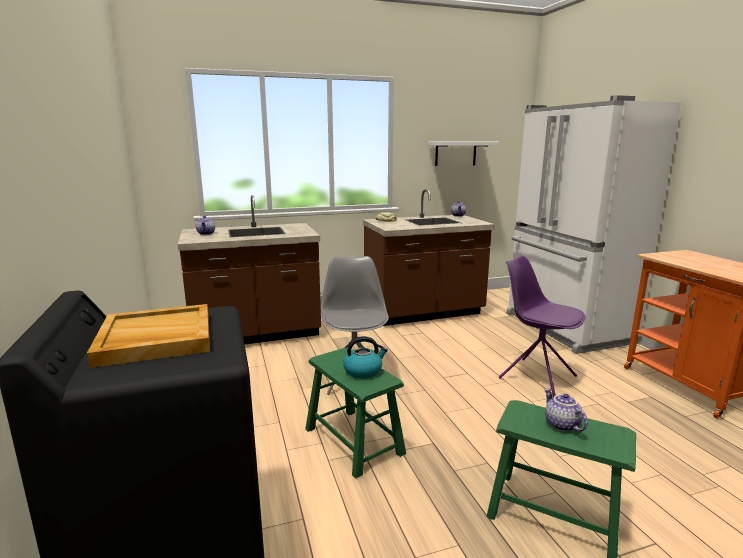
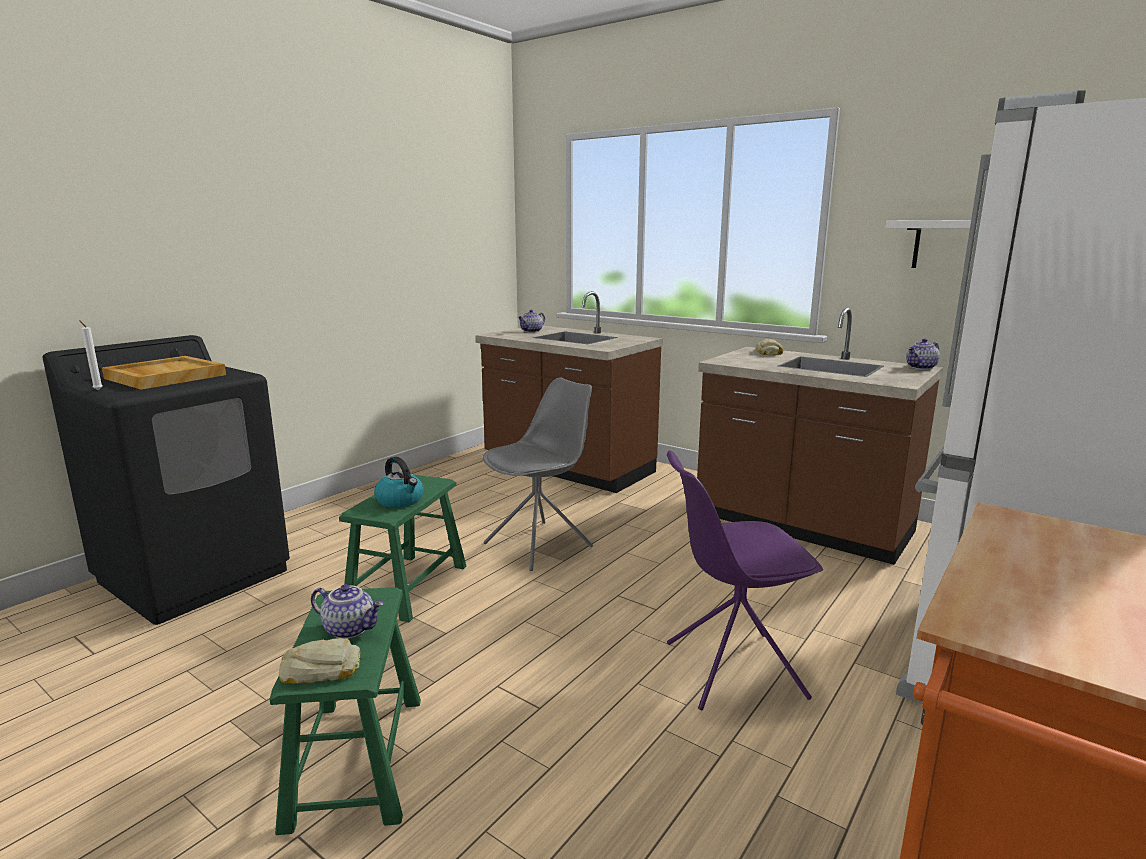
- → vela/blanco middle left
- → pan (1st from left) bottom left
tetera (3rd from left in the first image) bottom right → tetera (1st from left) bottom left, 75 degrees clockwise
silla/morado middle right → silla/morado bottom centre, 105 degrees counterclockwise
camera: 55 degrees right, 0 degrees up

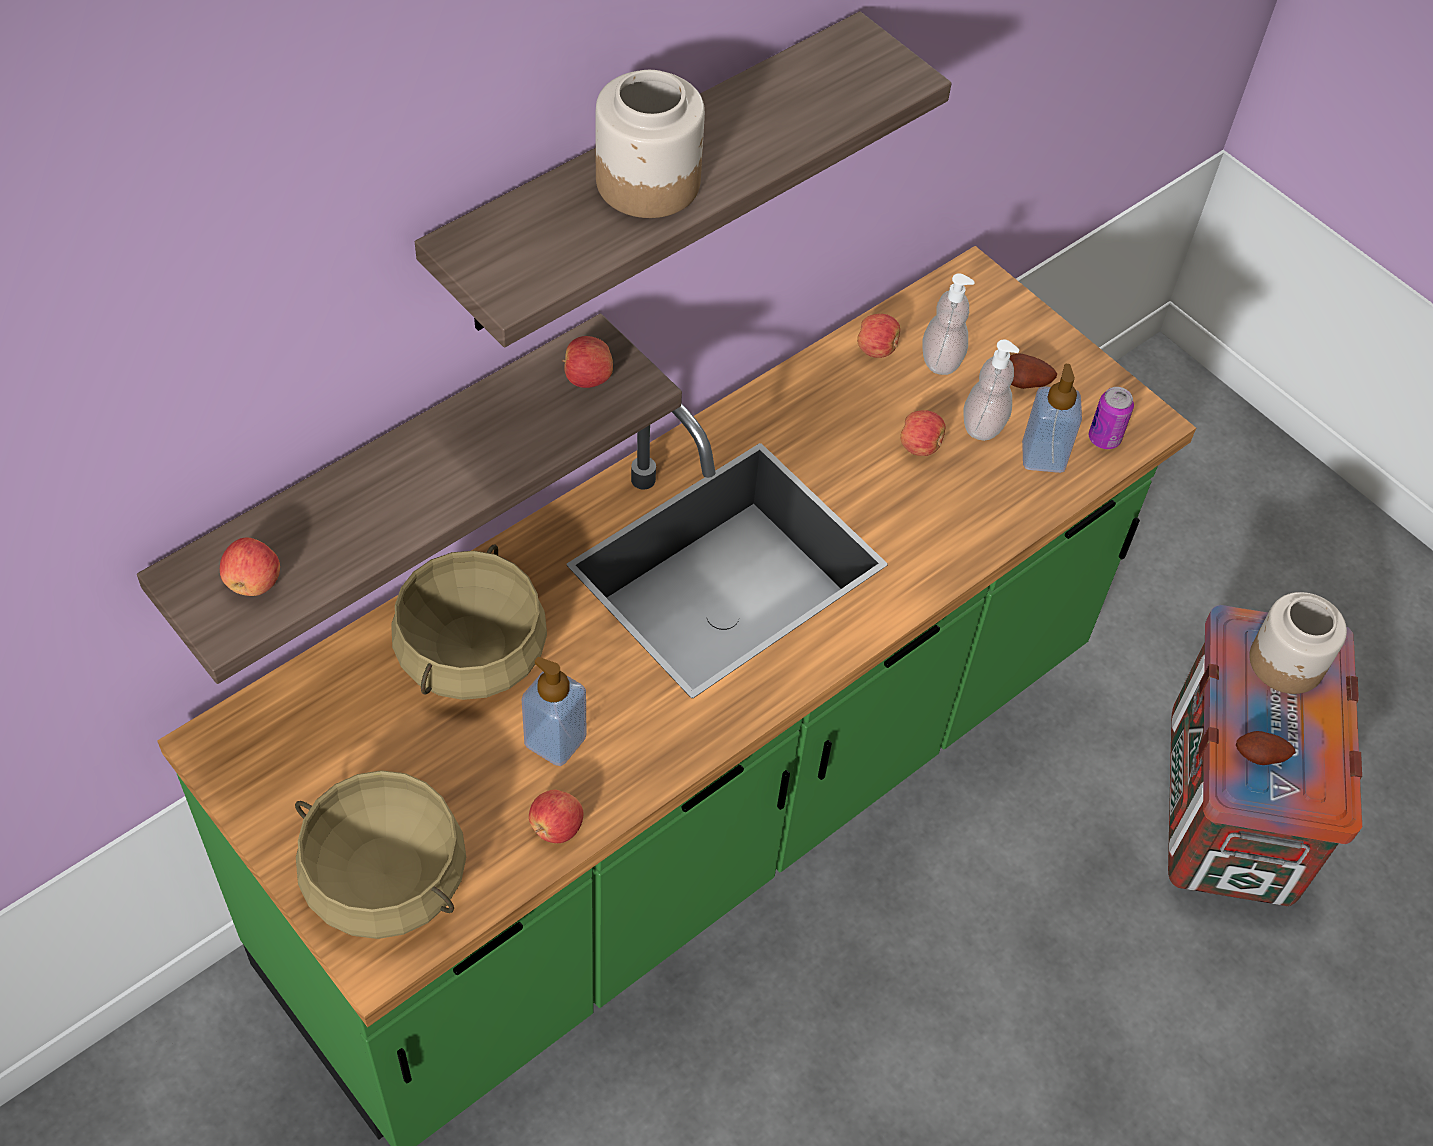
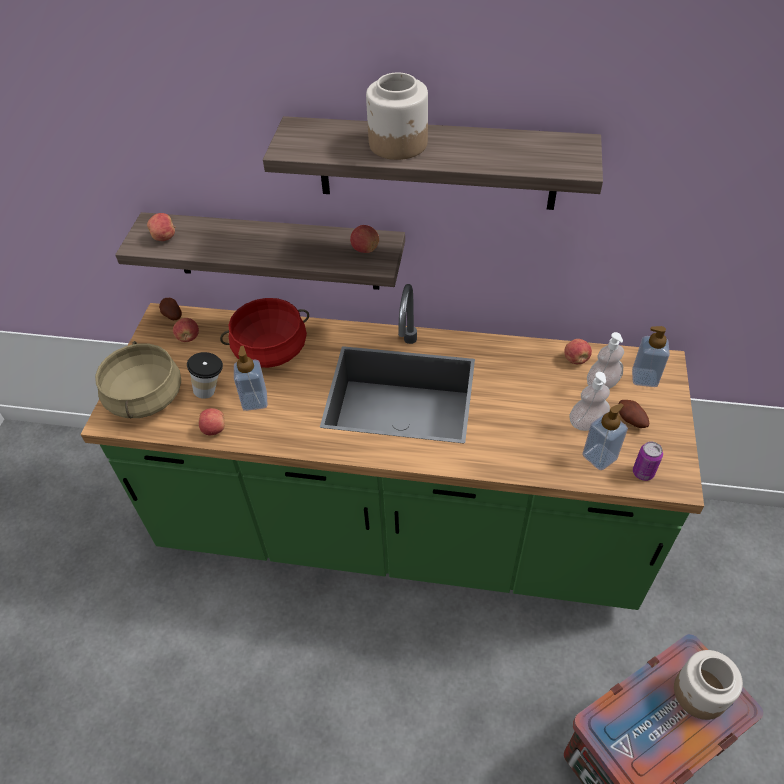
patata (2nd from left in the first image) middle right → patata (1st from left) middle left, moved
manzana (5th from left in the first image) centre → manzana (2nd from left) middle left, moved
- → taza middle left
olla/beis (2nd from left) middle left → olla/rojo centre
- → dispensador de jabón (5th from left) middle right
camera: 55 degrees right, 5 degrees down

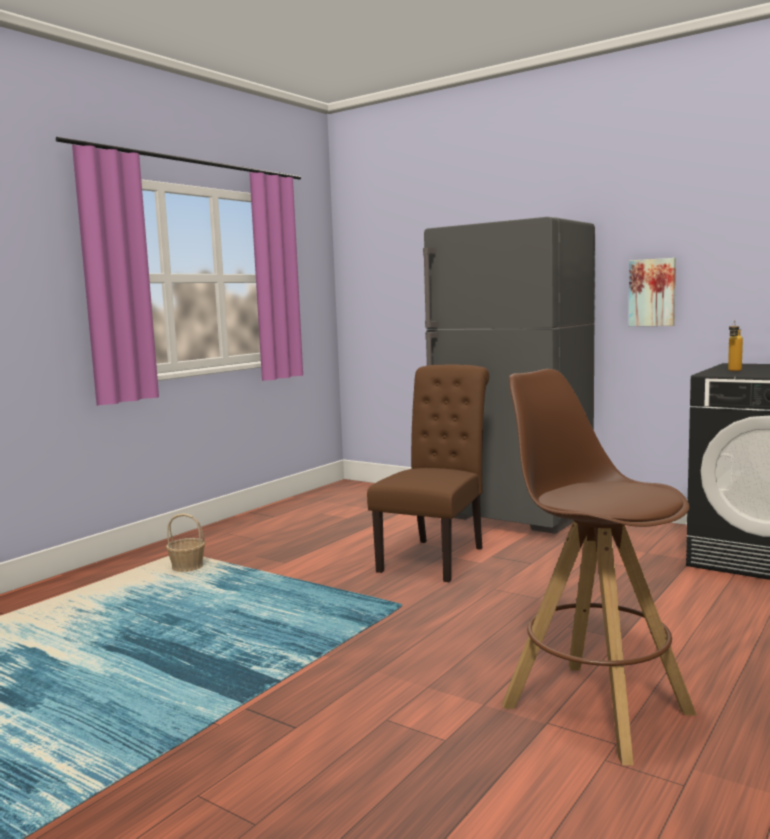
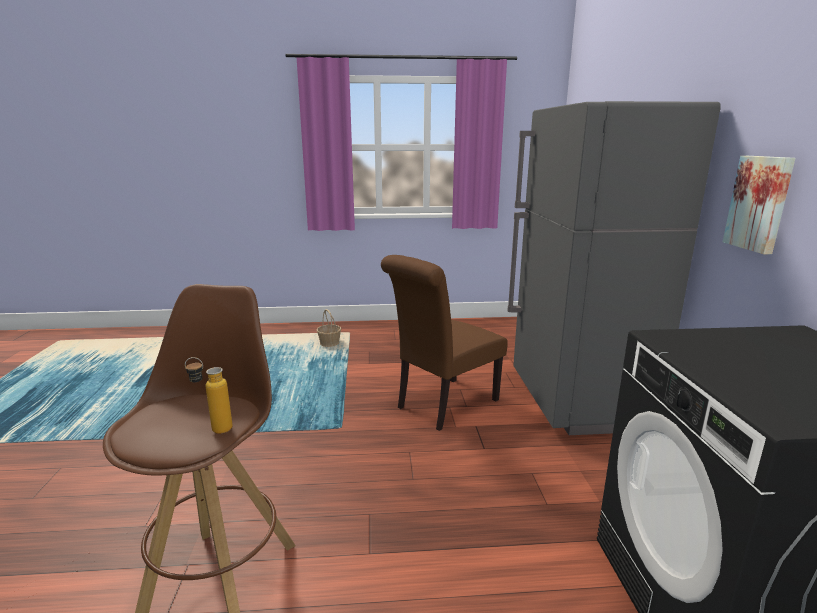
botella middle right → botella middle left, moved
silla/marrón centre, 150 degrees clockwise
camera: 50 degrees right, 10 degrees up

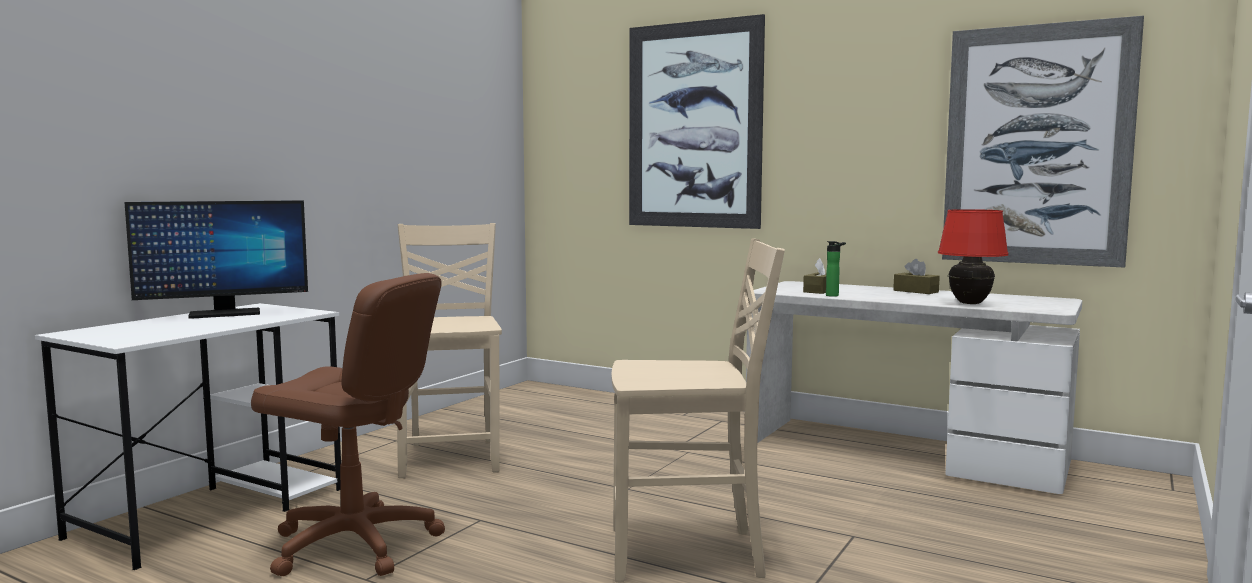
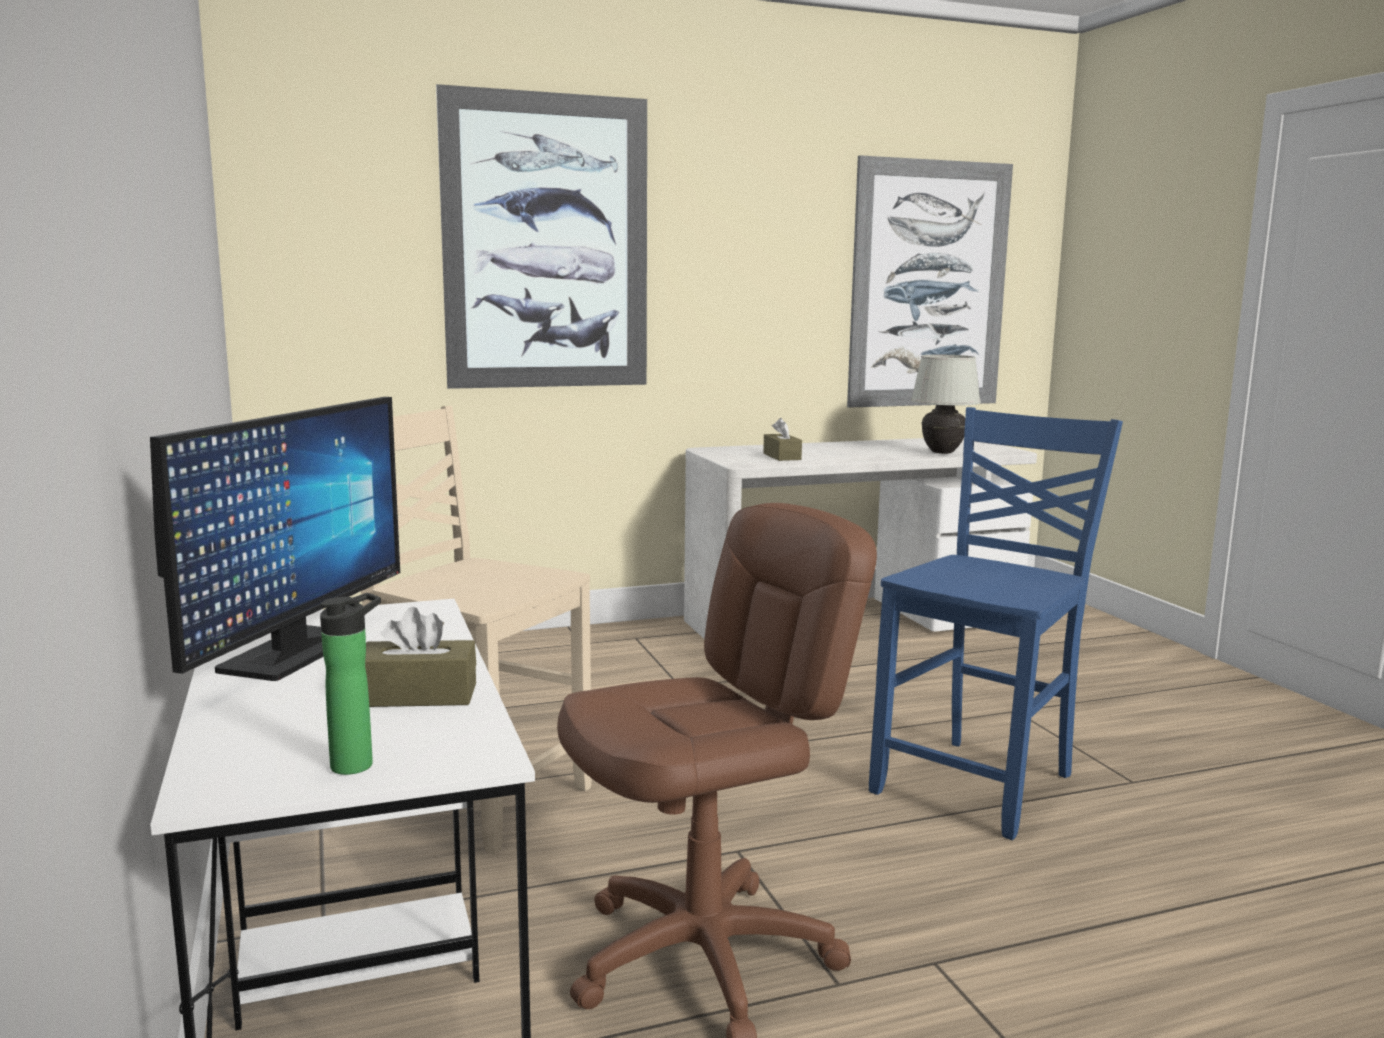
botella middle right → botella middle left, moved
caja de pañuelos/marrón (2nd from left in the first image) middle right → caja de pañuelos/marrón (1st from left) middle left, moved
silla/beis (2nd from left) bottom centre → silla/azul middle right
lámpara de mesa/rojo middle right → lámpara de mesa/blanco middle right
camera: 50 degrees left, 5 degrees up

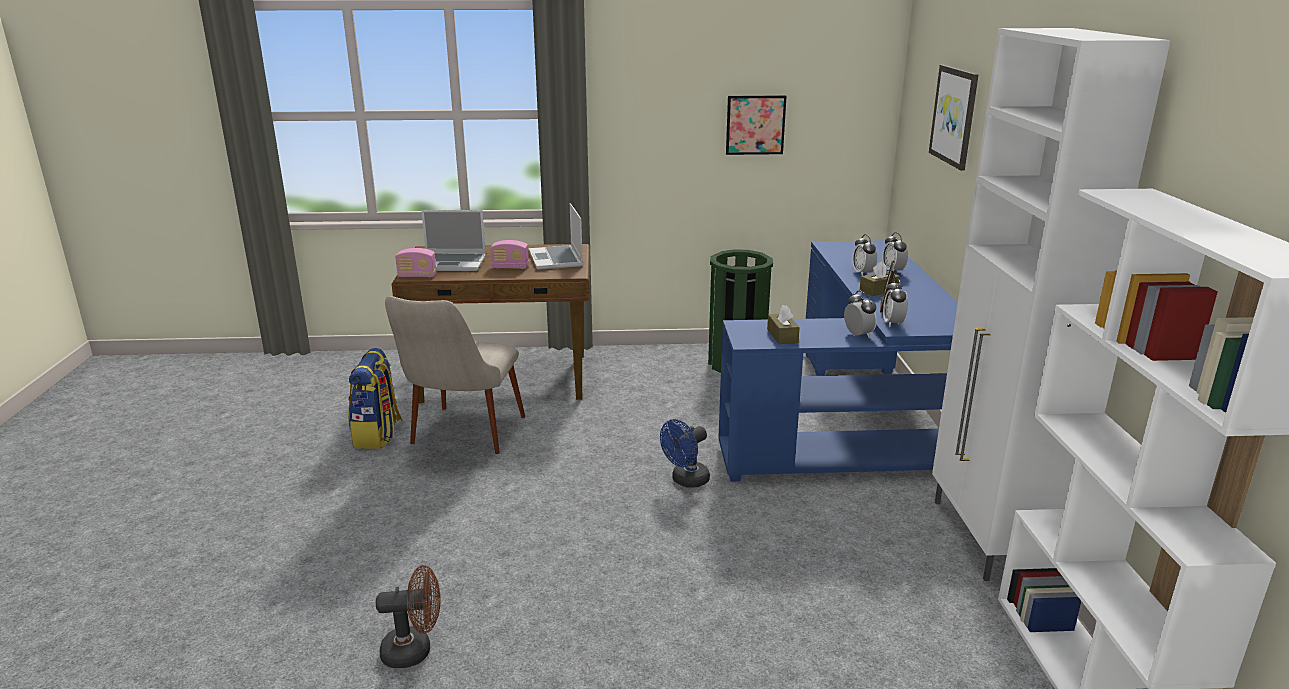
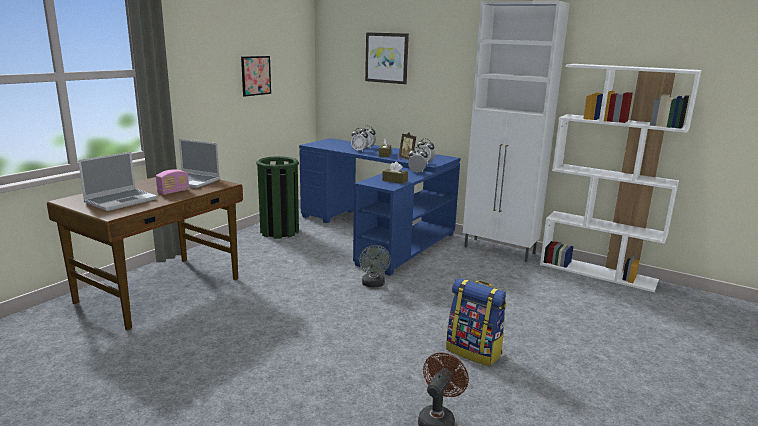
ventilador/azul centre → ventilador/gris centre
mochila middle left → mochila bottom centre, moved
silla/beis centre → -
radio (1st from left) middle left → -
camera: 55 degrees left, 5 degrees down

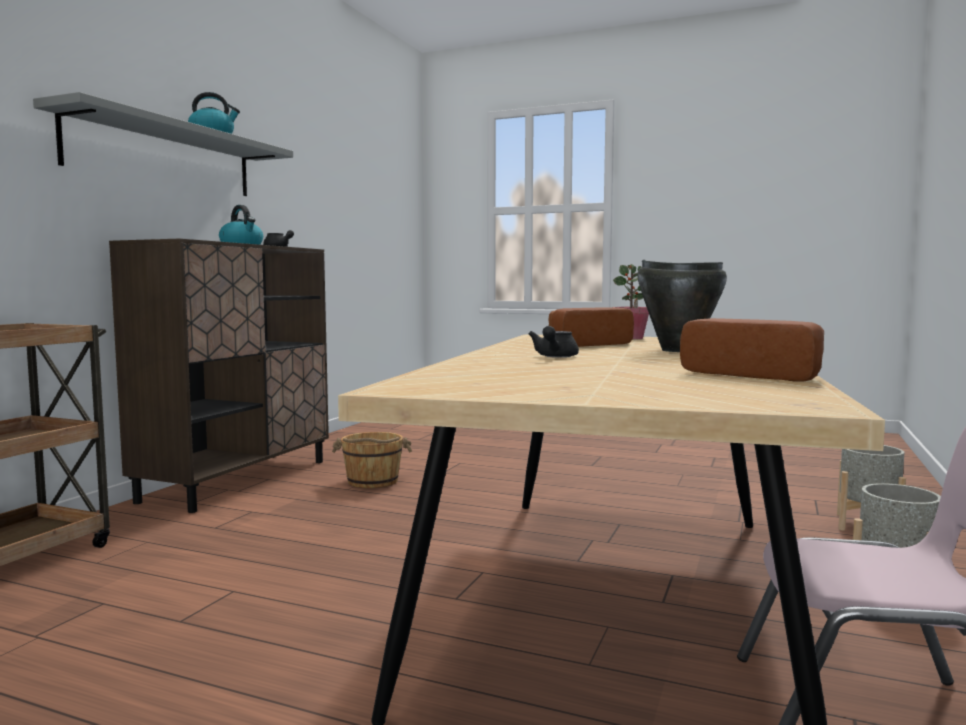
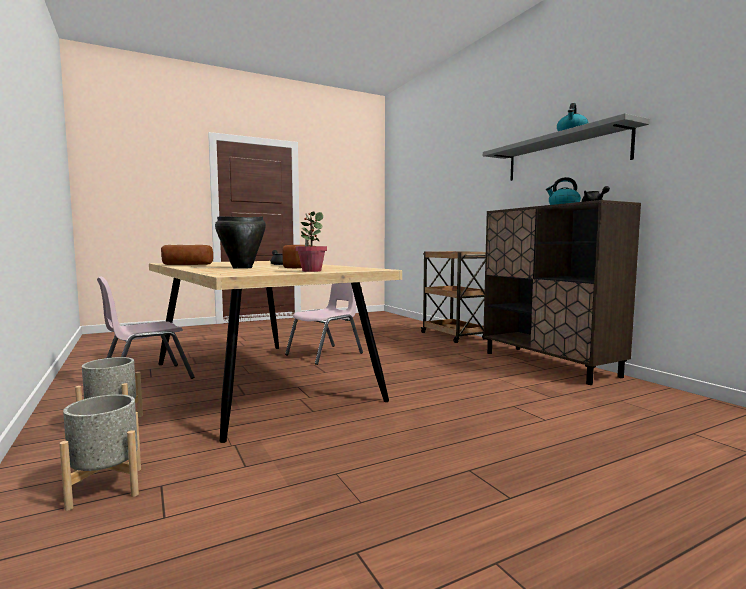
- → silla/rosa (2nd from left) centre
cubo/marrón centre → -
camera: 130 degrees right, 0 degrees up

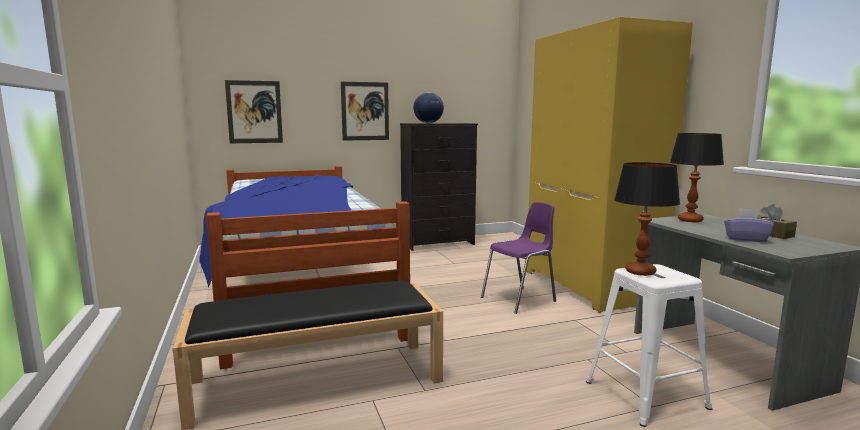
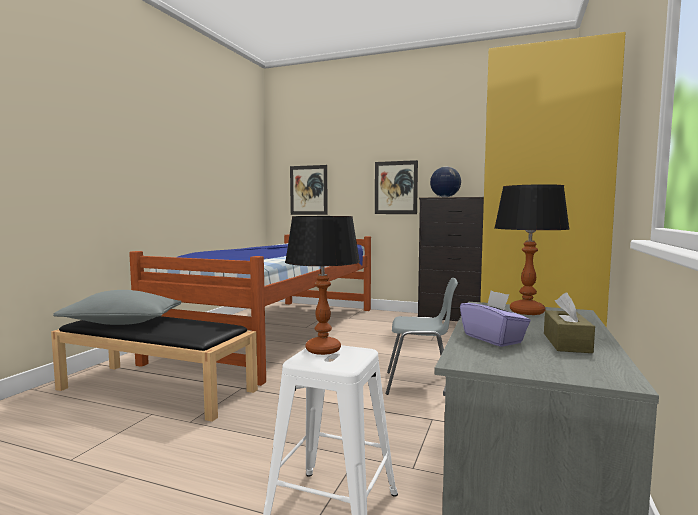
- → cojín/gris middle left
silla/morado centre → silla/gris centre
camera: 40 degrees right, 5 degrees down

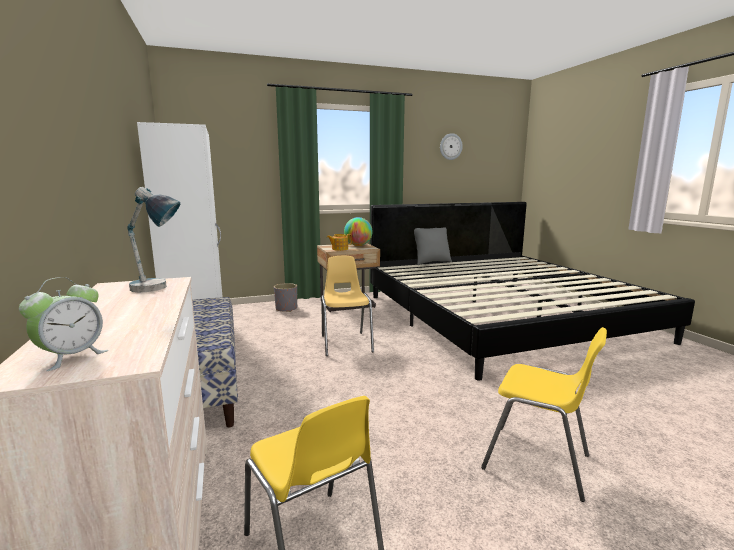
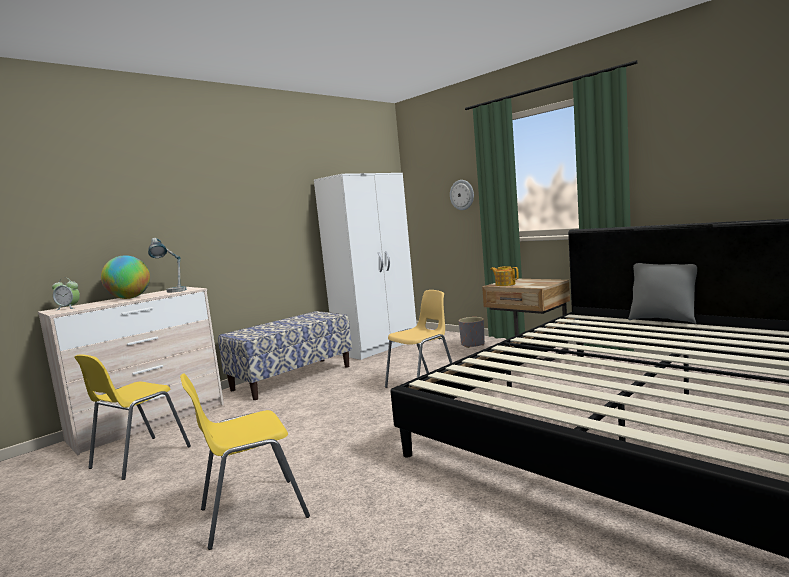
globo terráqueo centre → globo terráqueo middle left, moved
silla/amarillo (3rd from left in the first image) bottom right → silla/amarillo (2nd from left) bottom left, 60 degrees clockwise
reloj de pared top centre → reloj de pared centre, moved
camera: 65 degrees right, 5 degrees down

